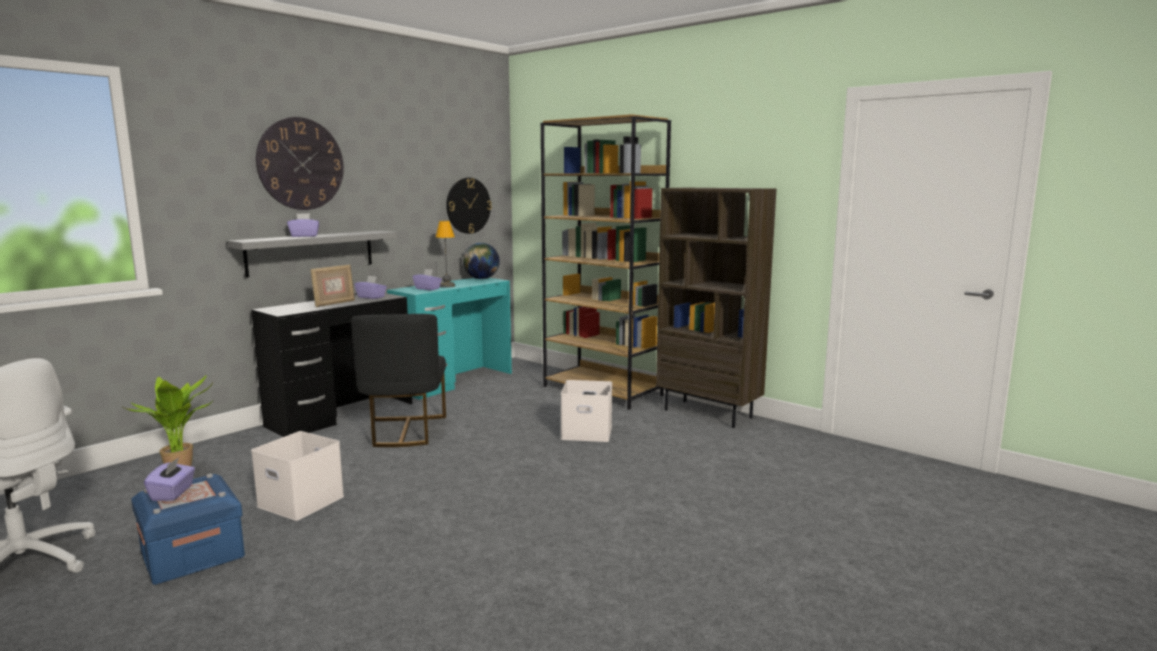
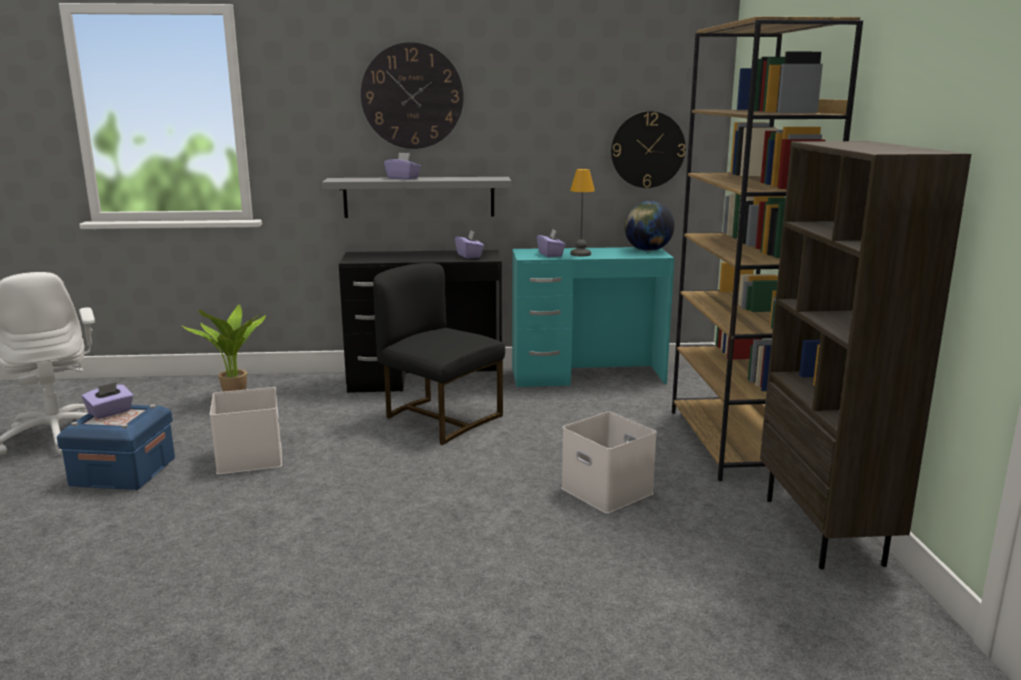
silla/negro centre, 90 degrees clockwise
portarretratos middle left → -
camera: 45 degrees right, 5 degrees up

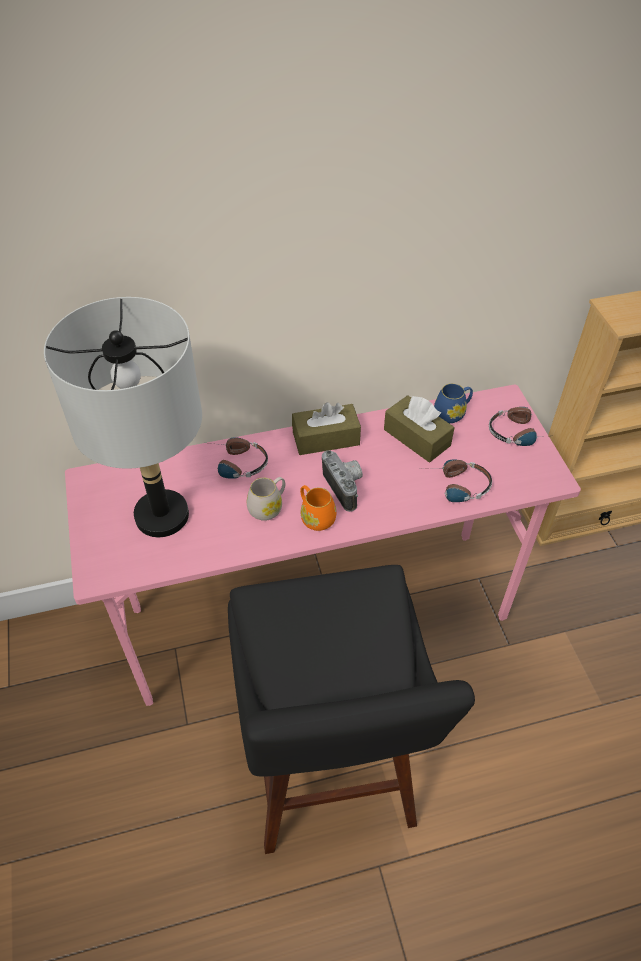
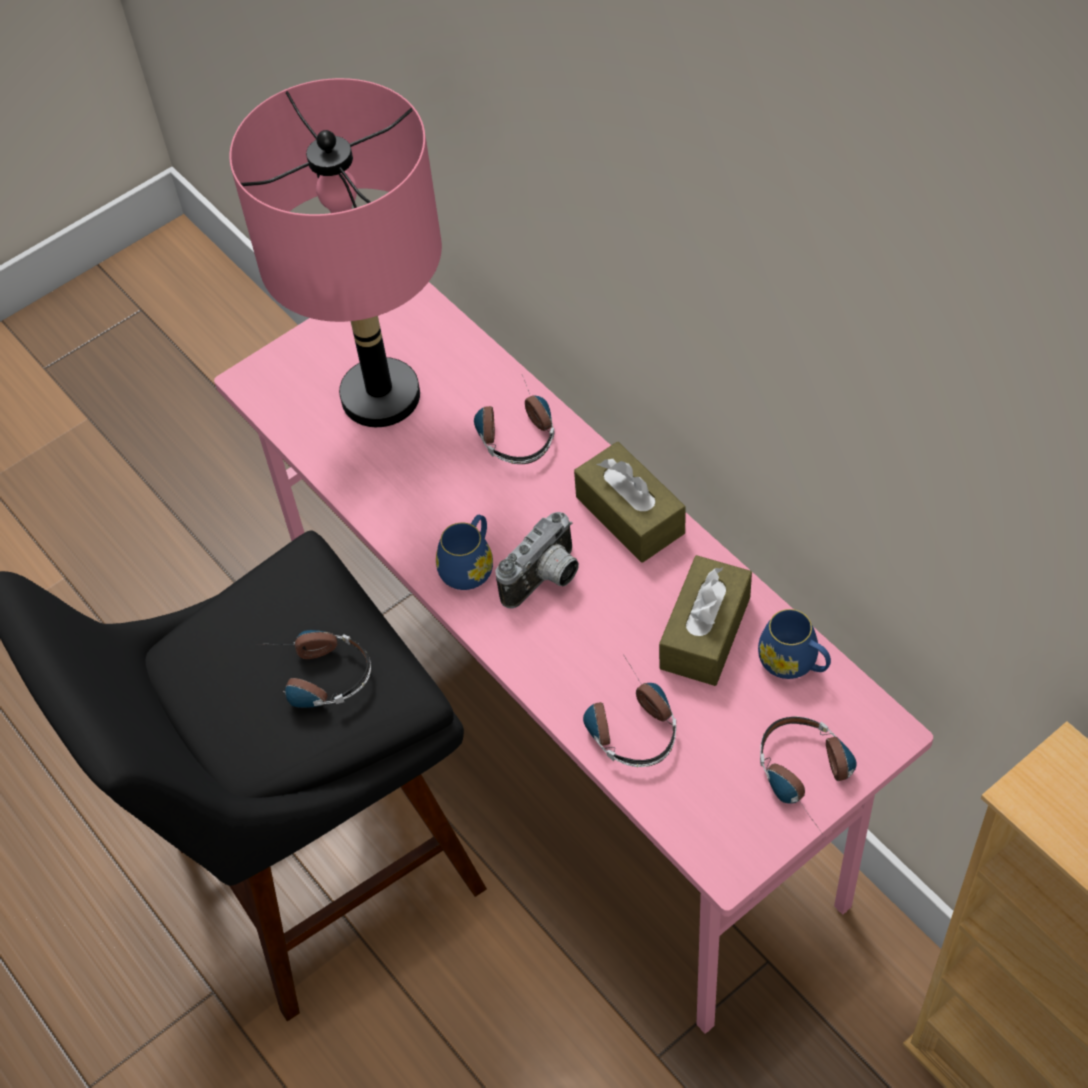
lámpara de mesa/gris middle left → lámpara de mesa/rosa top left
- → auriculares (1st from left) middle left
taza grande/naranja centre → taza grande/azul (1st from left) centre
taza grande/blanco centre → -
camera: 70 degrees right, 5 degrees up

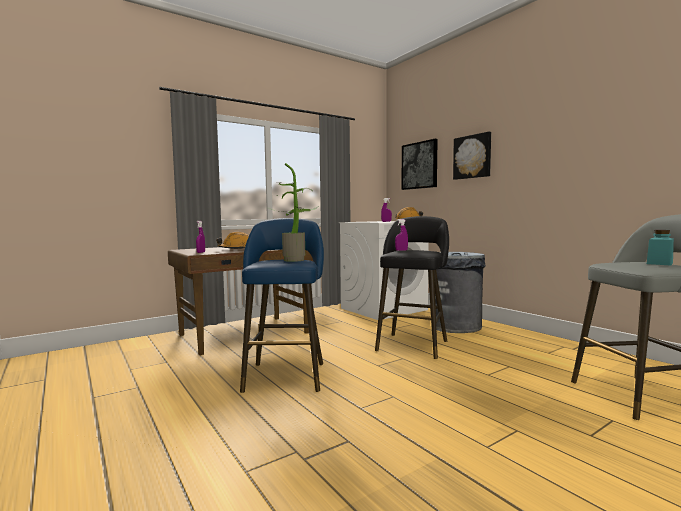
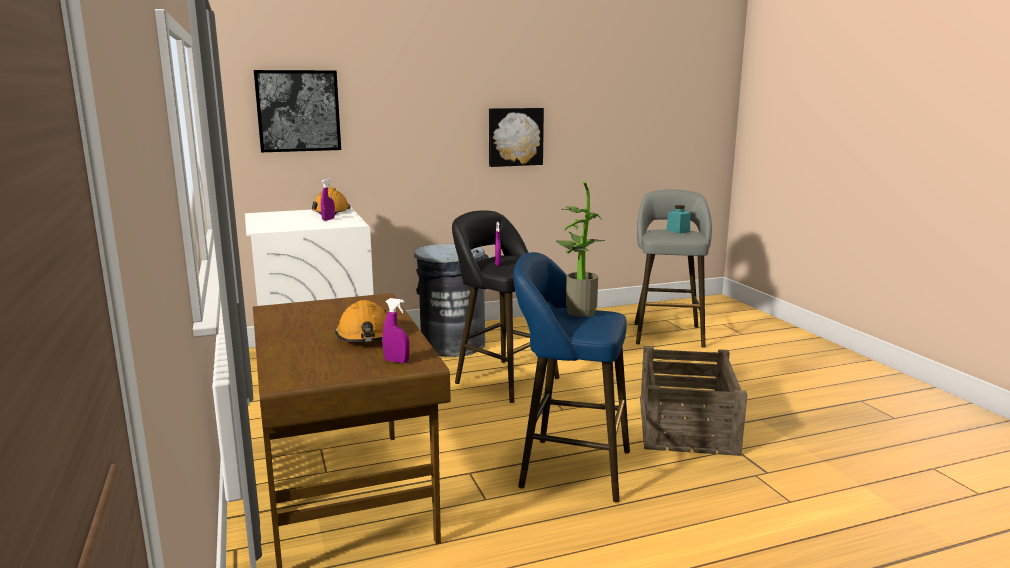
cuadro (2nd from left) top right → cuadro (2nd from left) top centre, moved
- → caja de embalaje bottom right
camera: 75 degrees left, 10 degrees up

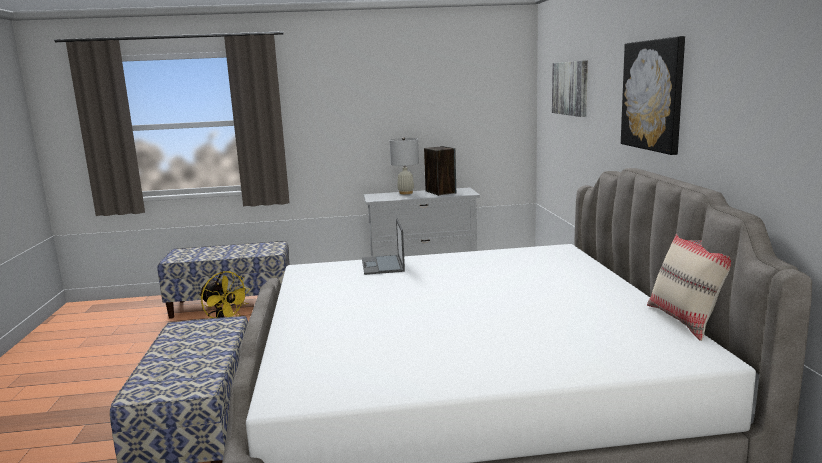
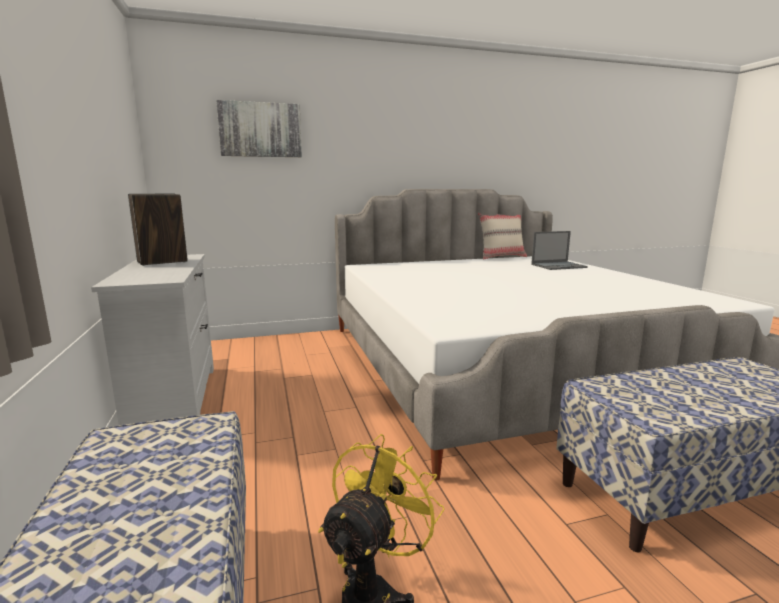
portátil centre → portátil middle right, moved
lámpara de mesa/blanco centre → -
cuadro (2nd from left) top right → -
camera: 100 degrees left, 0 degrees up

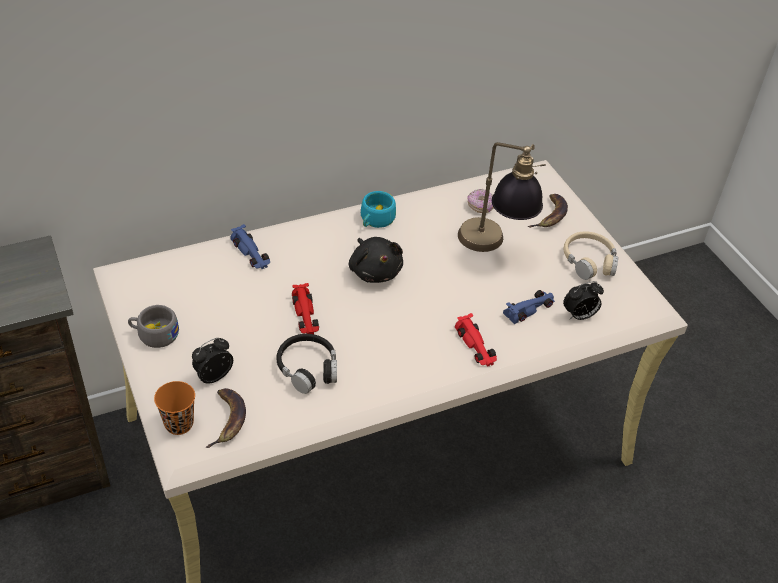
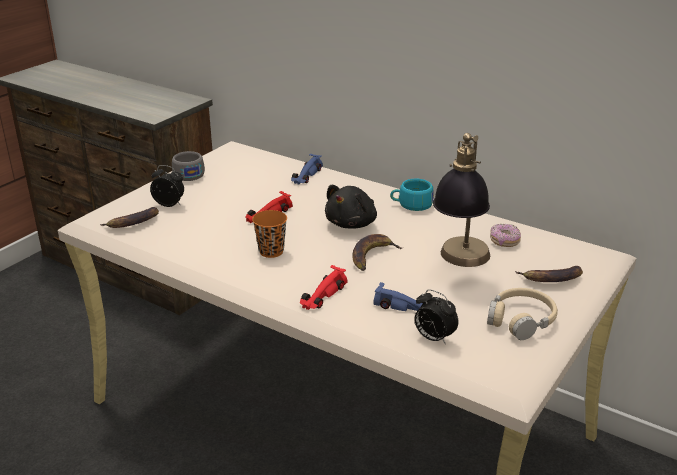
taza/naranja bottom left → taza/naranja centre, moved
- → plátano (2nd from left) centre
auriculares/negro centre → -
camera: 60 degrees right, 15 degrees down

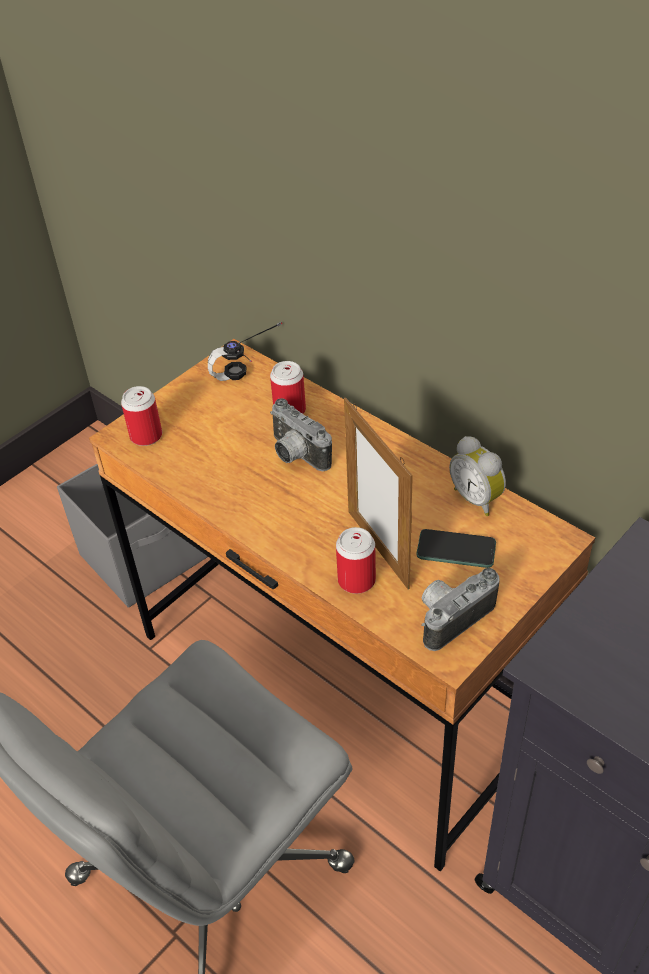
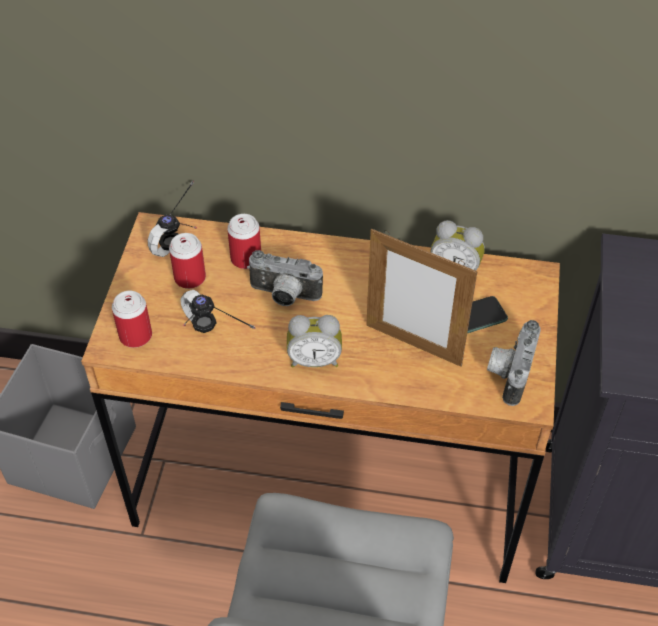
lata (3rd from left in the first image) centre → lata (2nd from left) middle left, moved
- → auriculares (2nd from left) middle left
- → despertador (1st from left) centre
camera: 35 degrees left, 5 degrees up

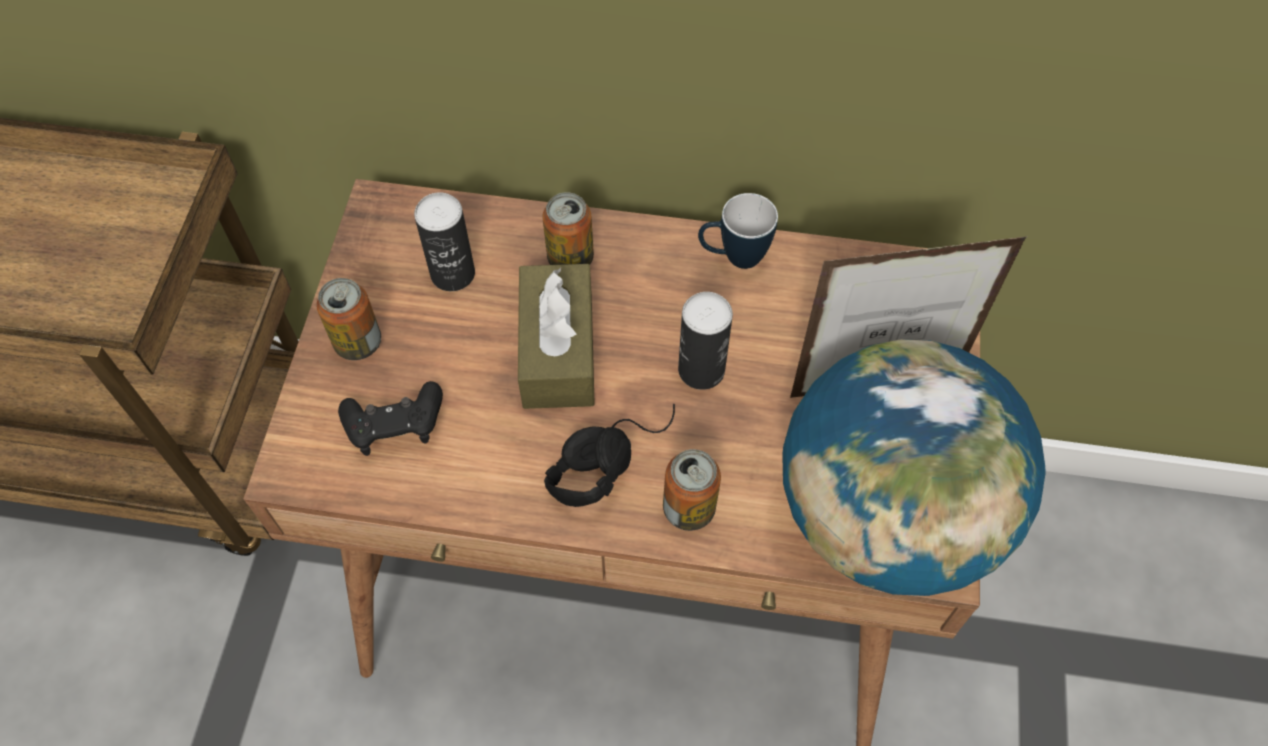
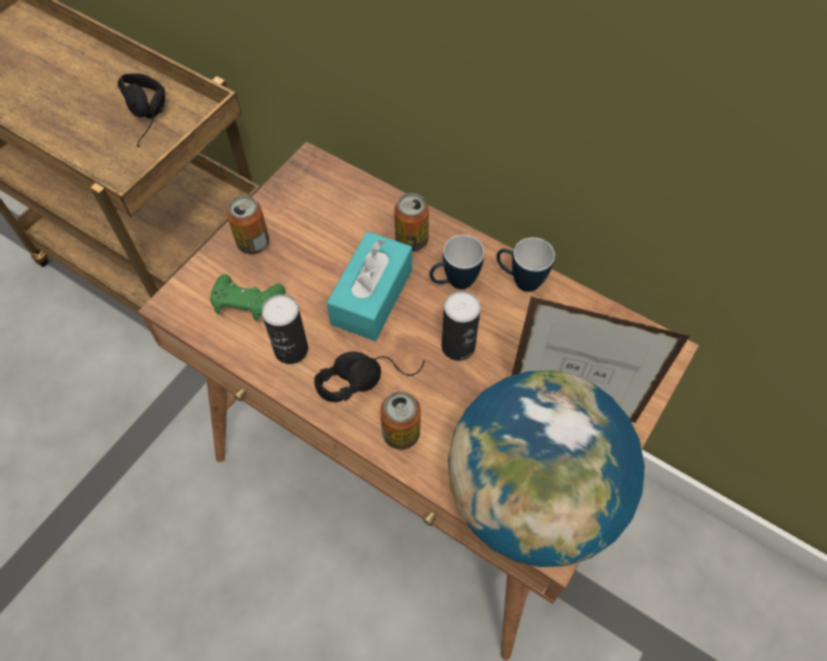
- → auriculares/negro (1st from left) top left
mando de consola/negro middle left → mando de consola/verde middle left
lata (2nd from left) top centre → lata (2nd from left) centre, moved
caja de pañuelos/marrón centre → caja de pañuelos/turquesa centre
- → taza grande (1st from left) centre
camera: 25 degrees right, 0 degrees up

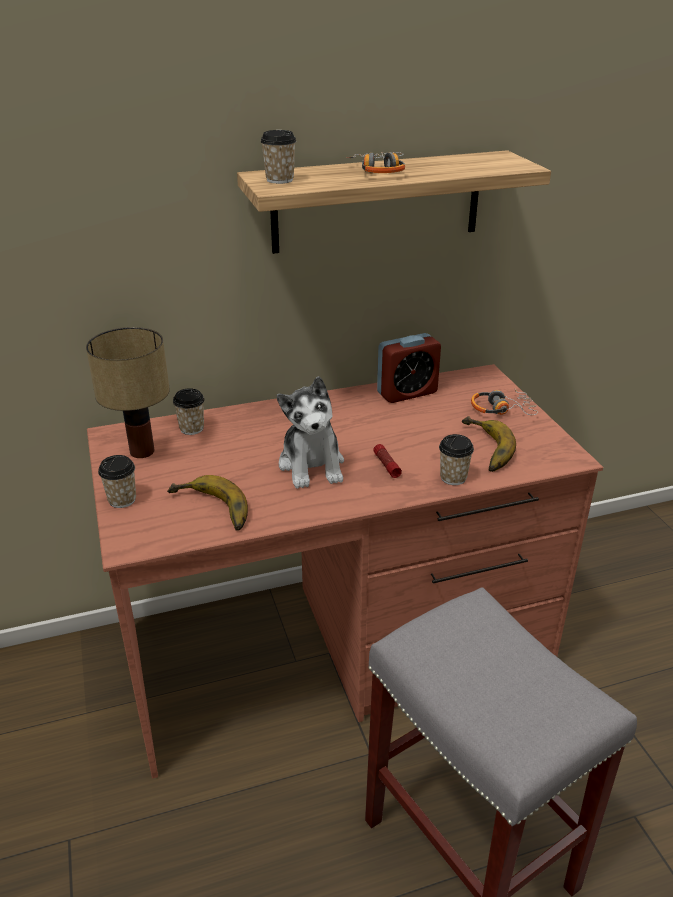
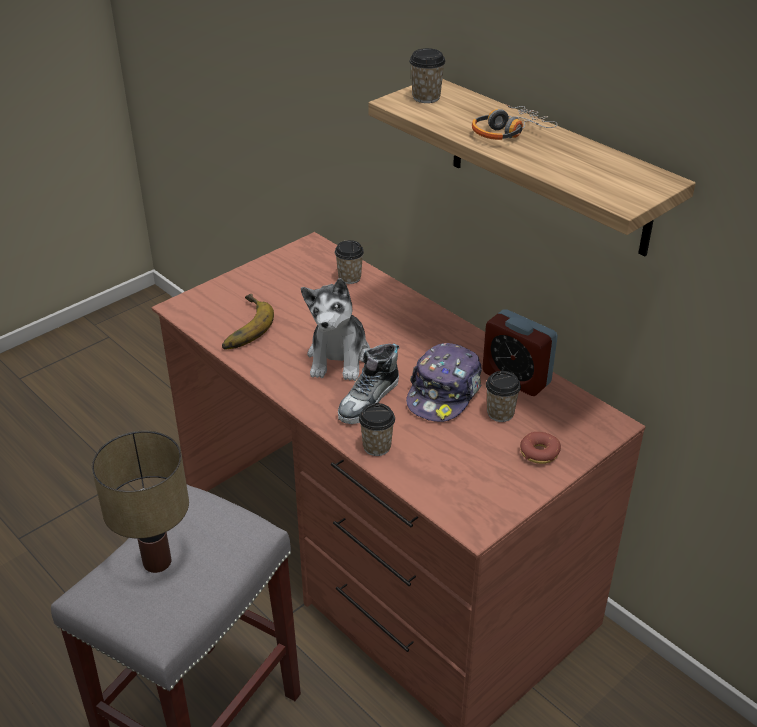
lámpara de mesa middle left → lámpara de mesa bottom left, moved
peluche centre, 45 degrees counterclockwise
linterna centre → zapato centre
- → gorra centre
taza (1st from left in the first image) middle left → taza (4th from left) centre, moved
auriculares (2nd from left) middle right → rosquilla middle right
plátano (2nd from left) middle right → -
camera: 65 degrees right, 5 degrees up

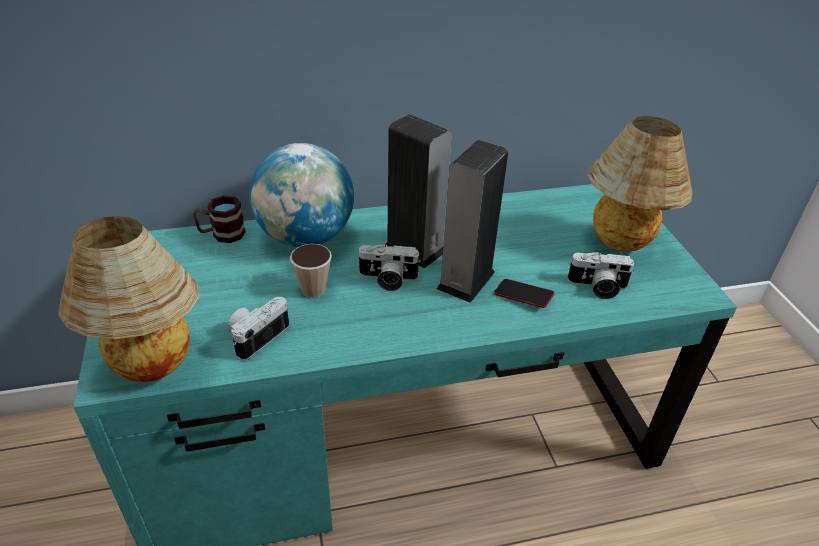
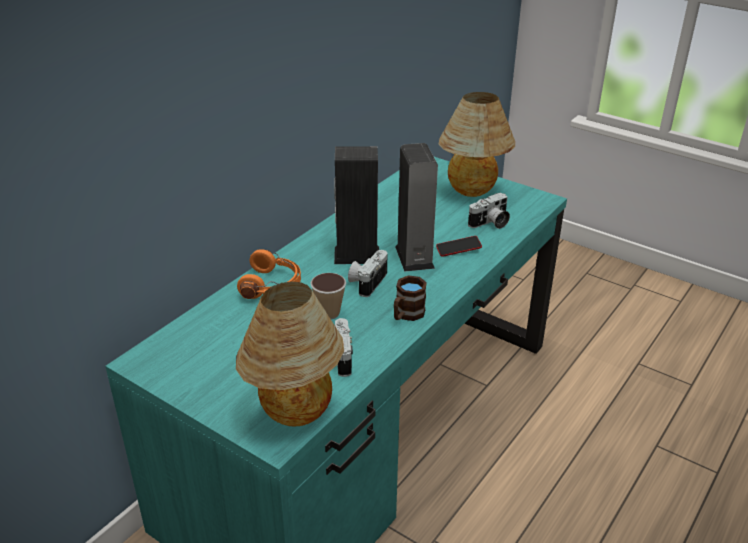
globo terráqueo centre → auriculares/naranja centre
cámara (2nd from left) centre, 150 degrees clockwise
taza grande/marrón middle left → taza grande/marrón centre, moved
camera: 40 degrees left, 5 degrees down

